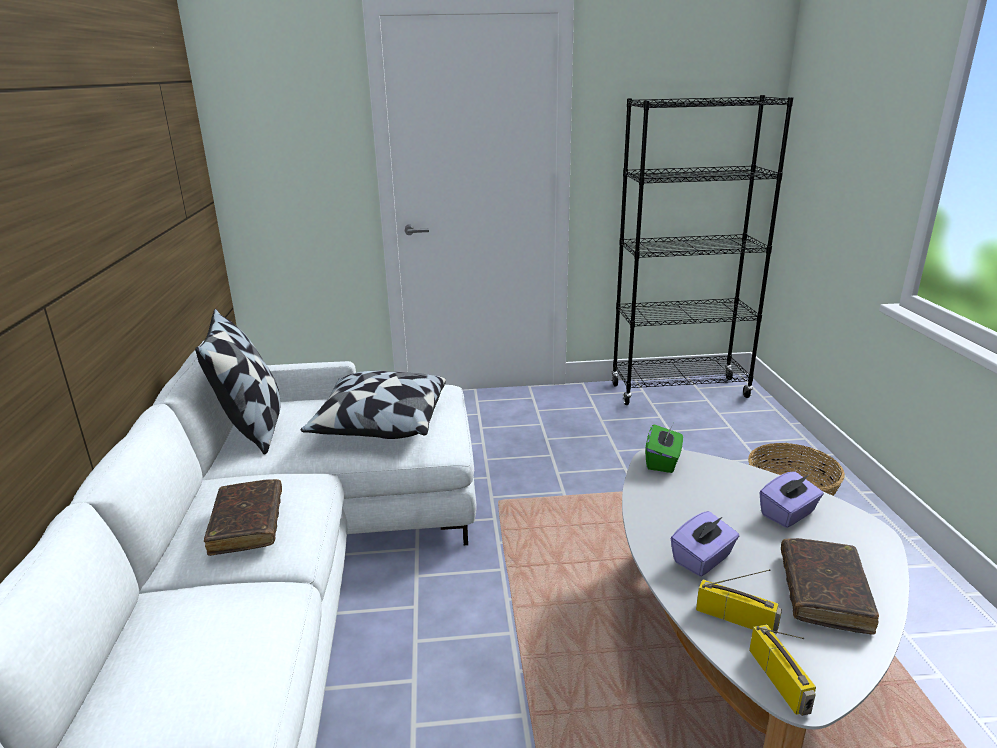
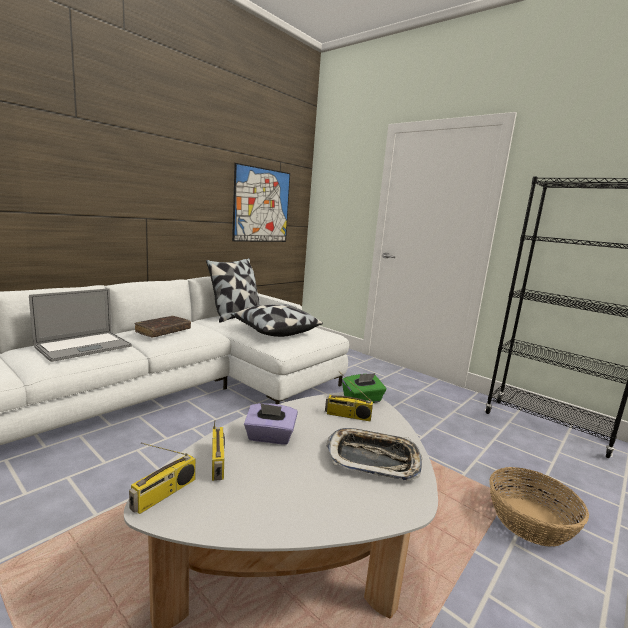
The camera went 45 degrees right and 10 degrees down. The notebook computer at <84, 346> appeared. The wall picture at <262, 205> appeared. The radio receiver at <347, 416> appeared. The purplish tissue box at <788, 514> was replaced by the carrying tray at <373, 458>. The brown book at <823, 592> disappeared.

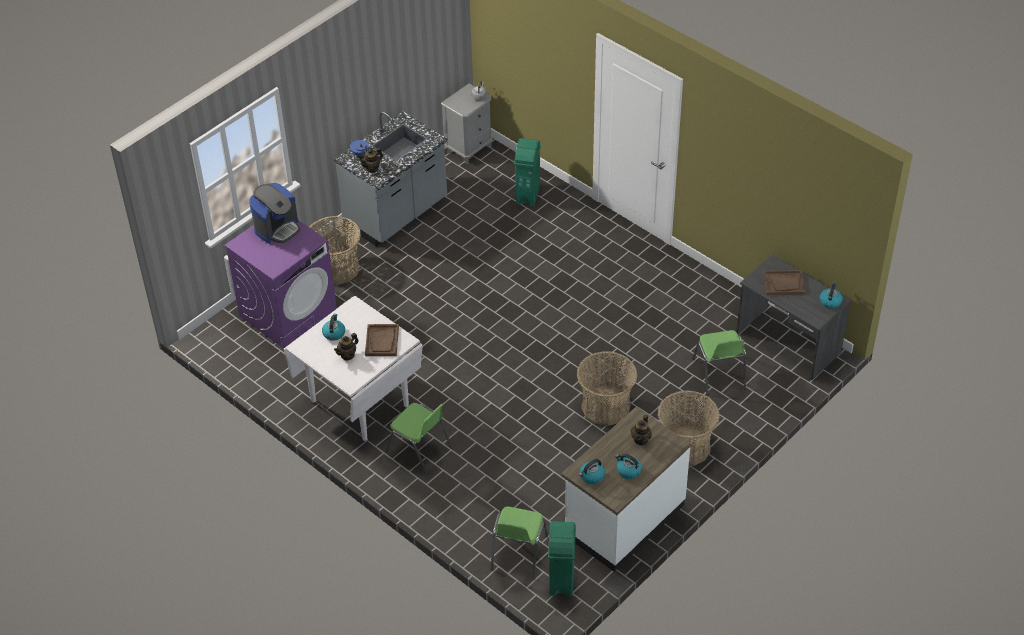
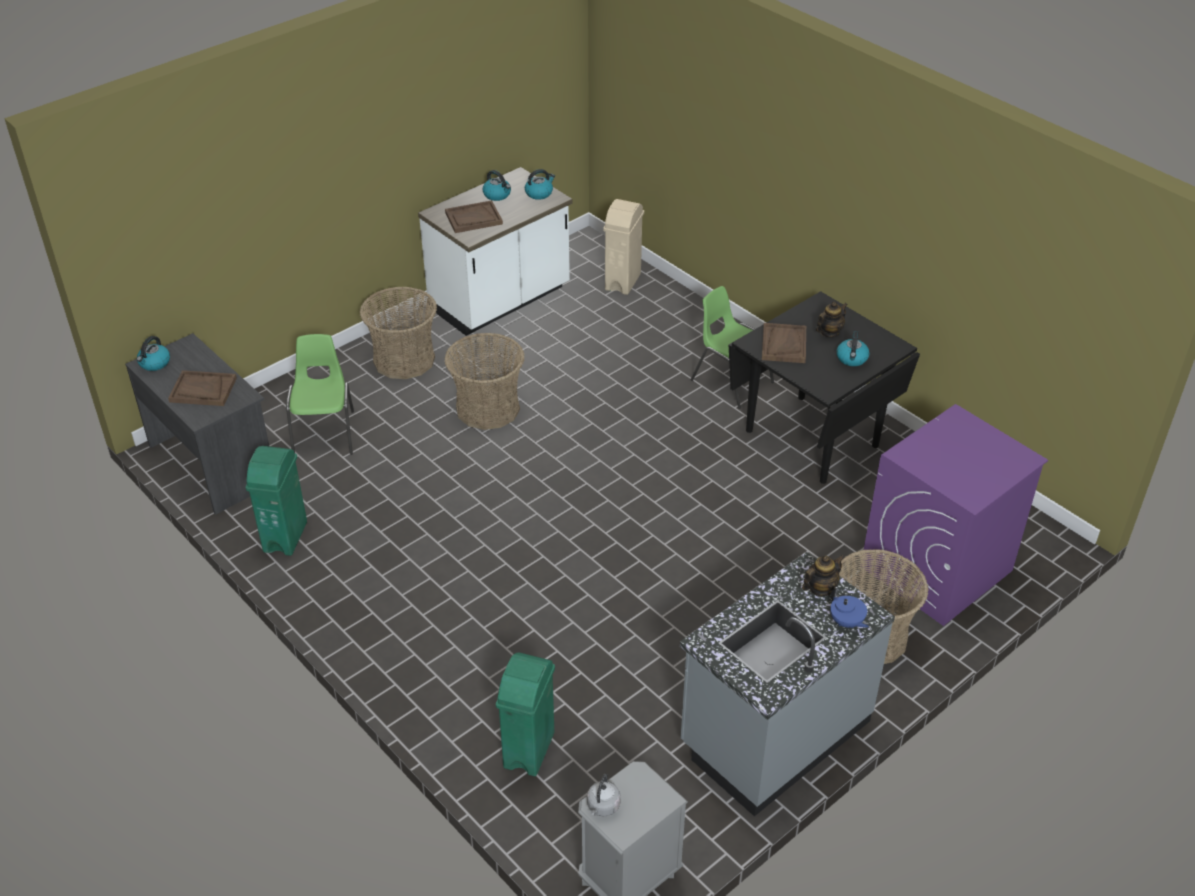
The camera went 175 degrees left and 5 degrees down. The green-coloured waste bin moved from <561, 581> to <286, 536>. The tea pot at <641, 439> was replaced by the brown carrying tray at <473, 218>. The green-coloured chair at <518, 553> was replaced by the beige-coloured waste bin at <623, 281>. The whitish kitchen table at <360, 402> became the black kitchen table at <811, 438>. The coffee maker at <277, 228> disappeared.

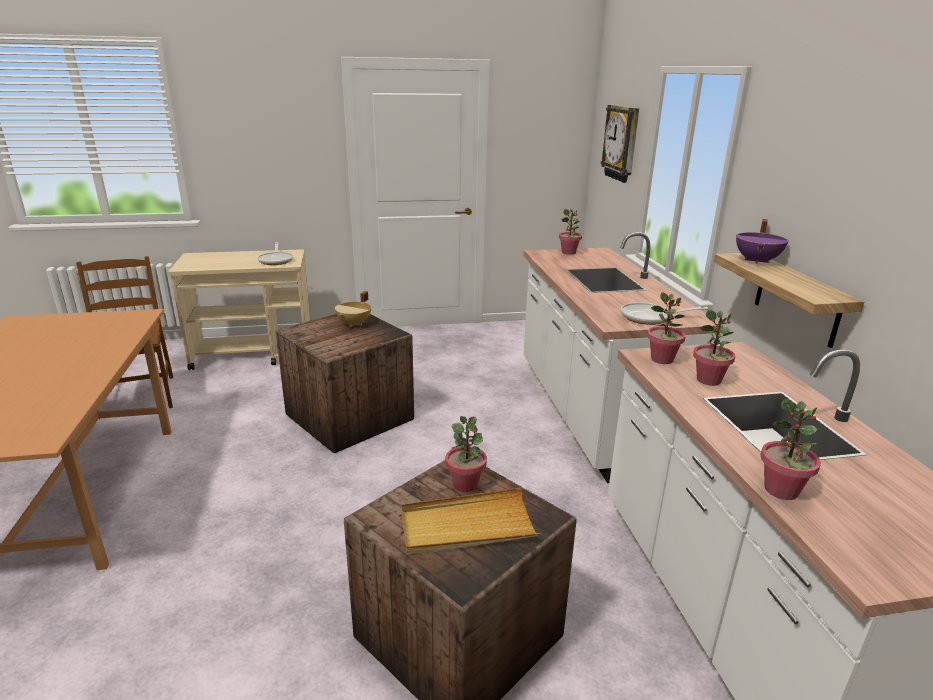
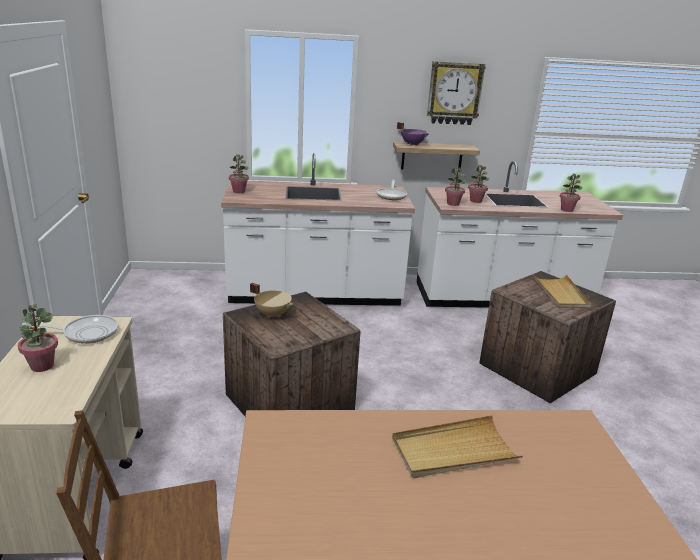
The camera went 85 degrees left and 0 degrees up. The potted plant moved from <465, 484> to <42, 366>. The beige-coloured carrying tray at <453, 451> appeared. The wall clock moved from <622, 143> to <454, 93>.

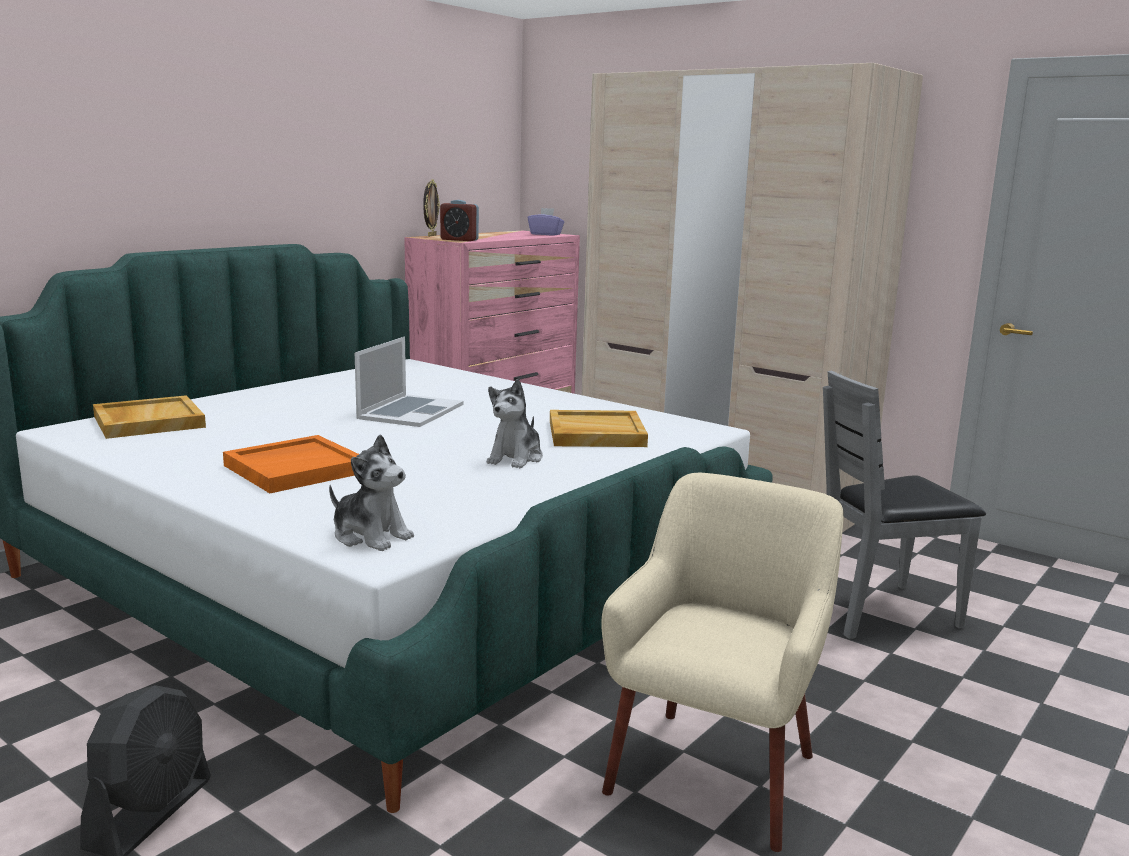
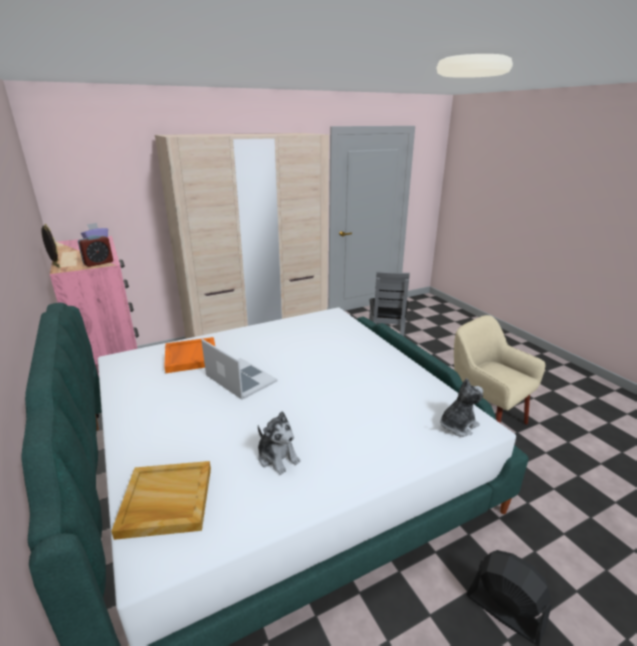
The camera went 65 degrees left and 10 degrees up. The orange-coloured carrying tray moved from <296, 468> to <191, 356>. The plush toy moved from <516, 458> to <277, 457>. The beige-coloured carrying tray at <595, 434> disappeared.

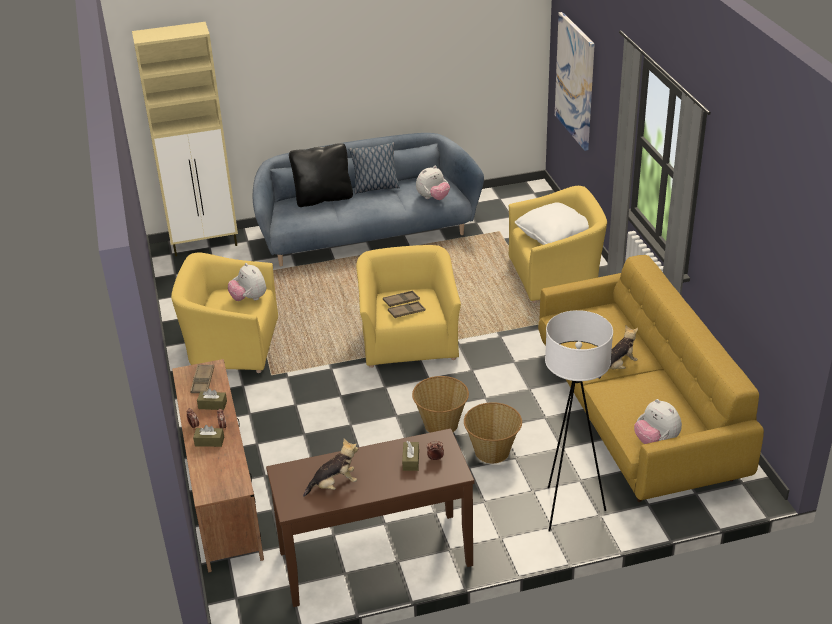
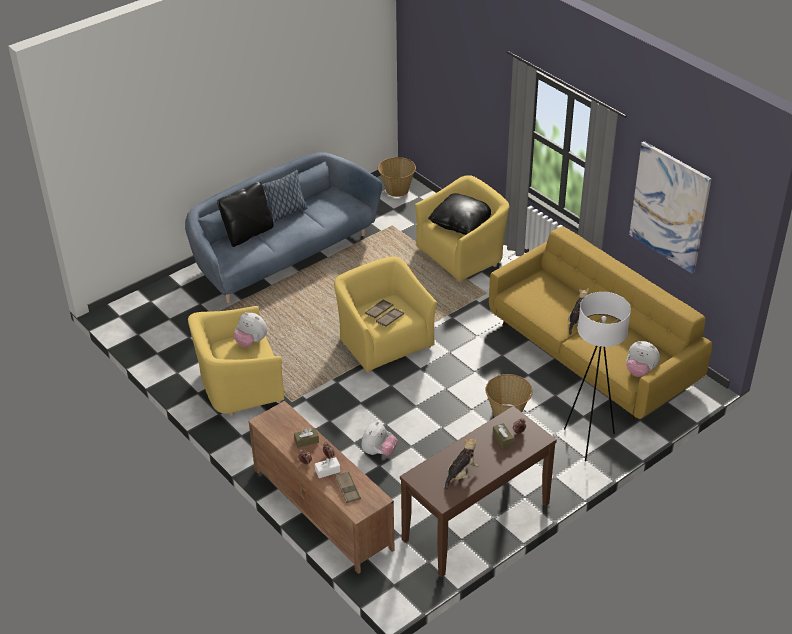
The camera went 25 degrees left and 5 degrees up. The brown tissue box at <209, 441> became the whitish tissue box at <327, 471>. The brown carrying tray moved from <203, 381> to <348, 489>. The plush toy moved from <433, 198> to <378, 452>. The storage basket moved from <441, 424> to <397, 189>. The whitish pillow at <554, 236> became the black pillow at <461, 222>. The wall picture moved from <575, 81> to <669, 207>. The beige-coloured cabinet at <205, 244> disappeared.

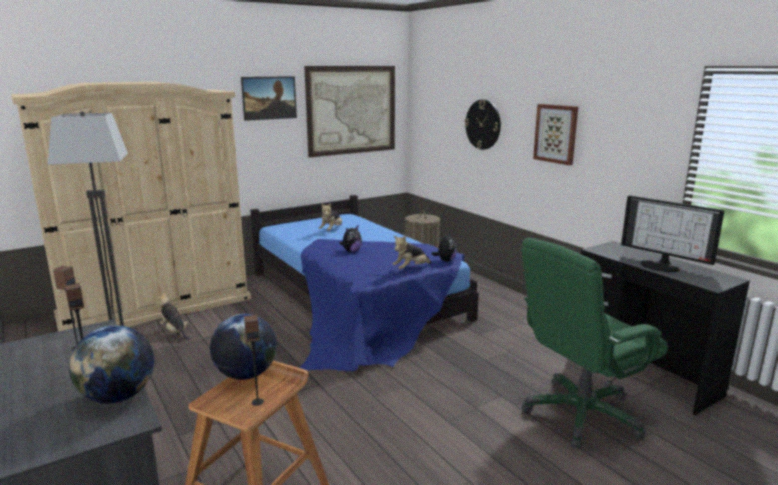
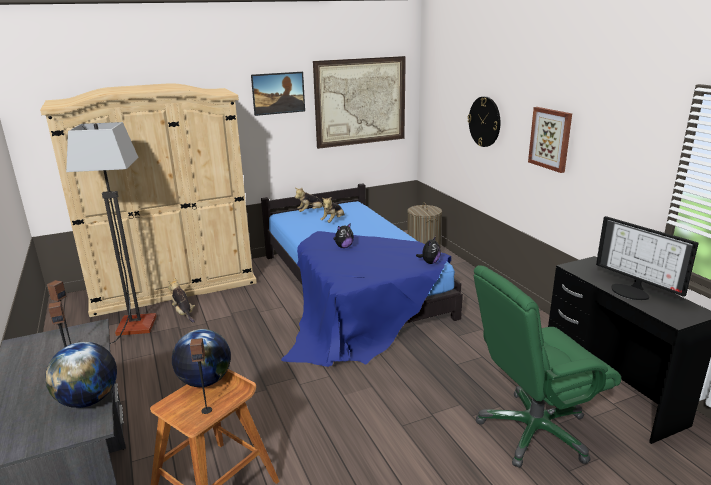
The camera went 10 degrees right and 5 degrees up. The plush toy moved from <411, 269> to <311, 212>.

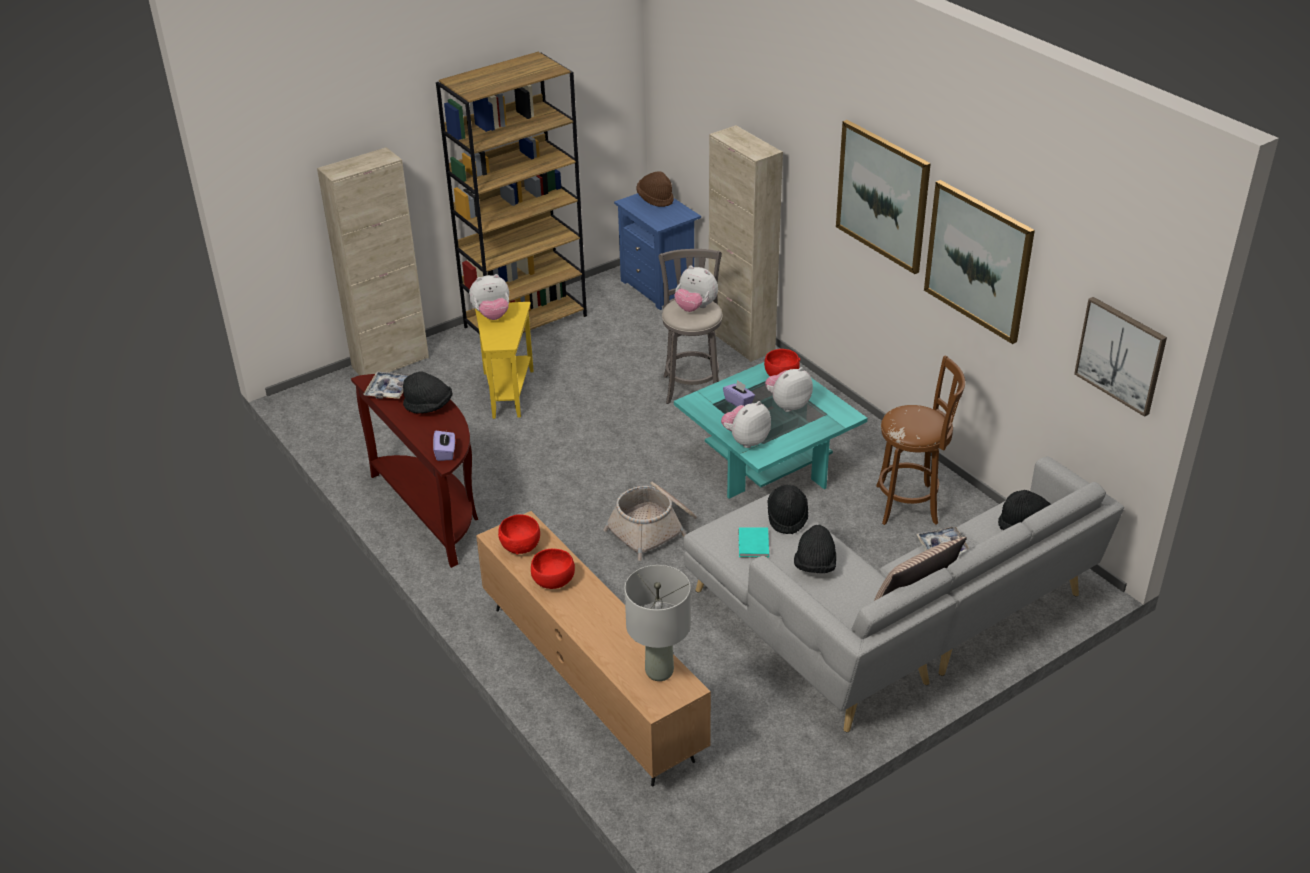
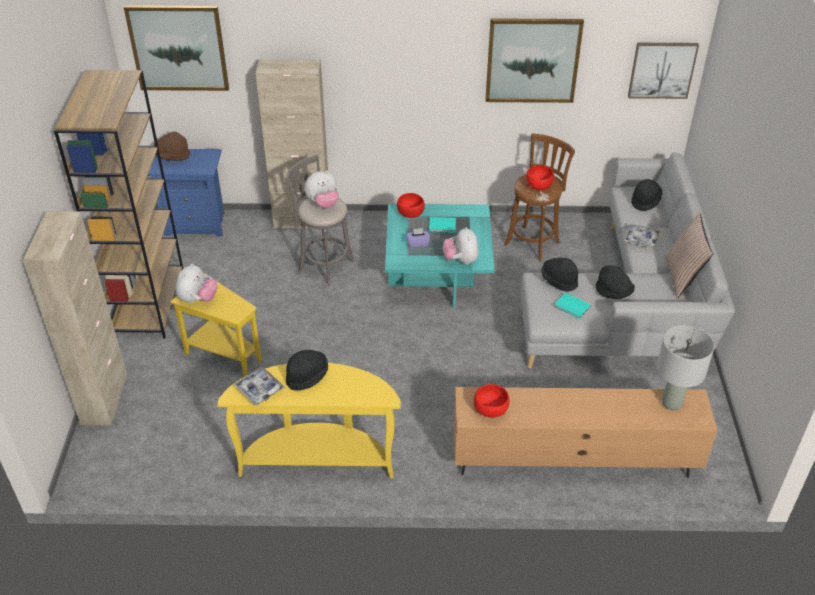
The camera went 55 degrees left and 5 degrees up. The wall picture moved from <883, 195> to <178, 48>. The brown narrow table at <432, 511> became the yellow-coloured narrow table at <318, 459>. The plush toy at <787, 405> was replaced by the blue-green book at <443, 226>. The red serving bowl moved from <554, 581> to <539, 186>. The purplish tissue box at <445, 453> disappeared. The storage basket at <653, 529> disappeared.

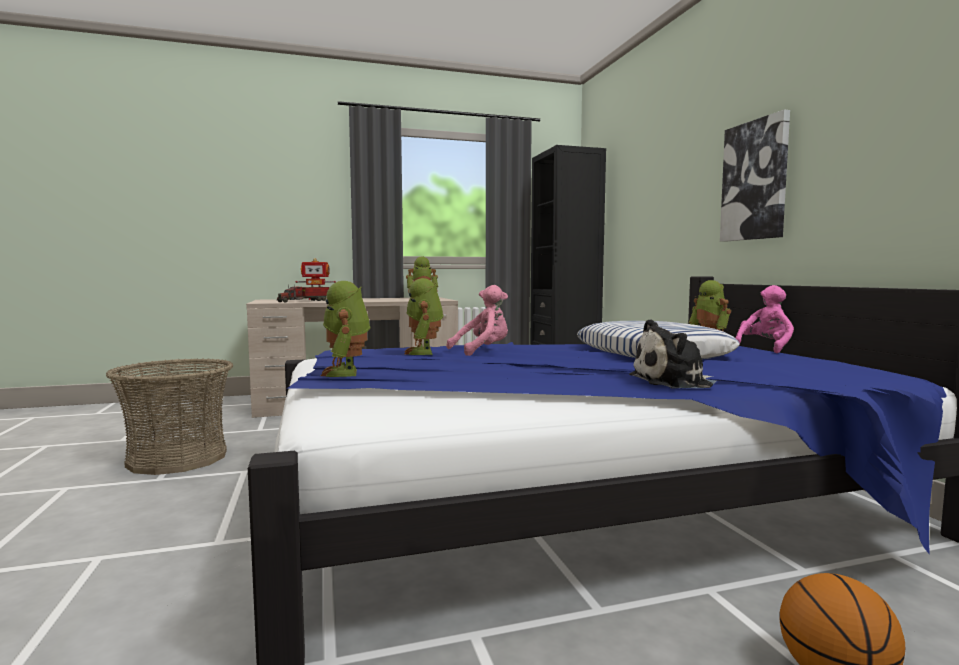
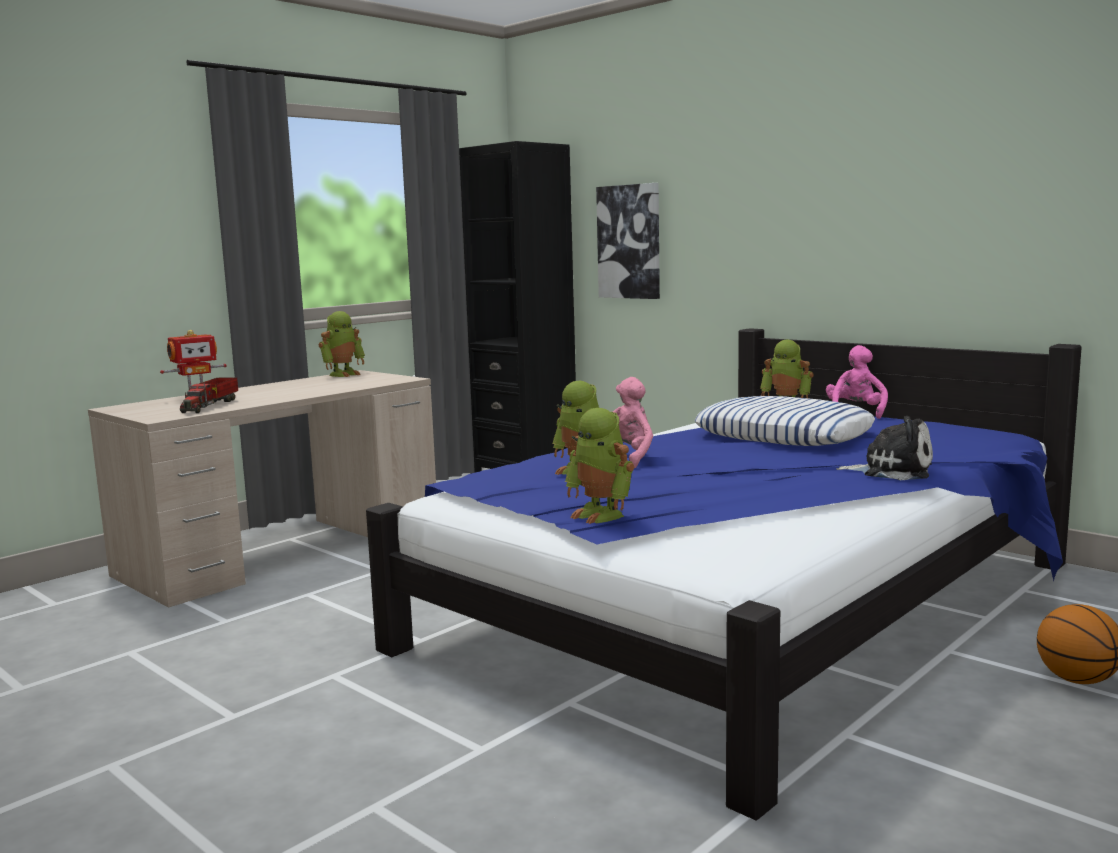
The camera went 30 degrees left and 5 degrees up. The wall picture moved from <755, 180> to <629, 242>. The plush toy at <675, 382> turned 120 degrees counterclockwise. The storage basket at <178, 458> disappeared.

